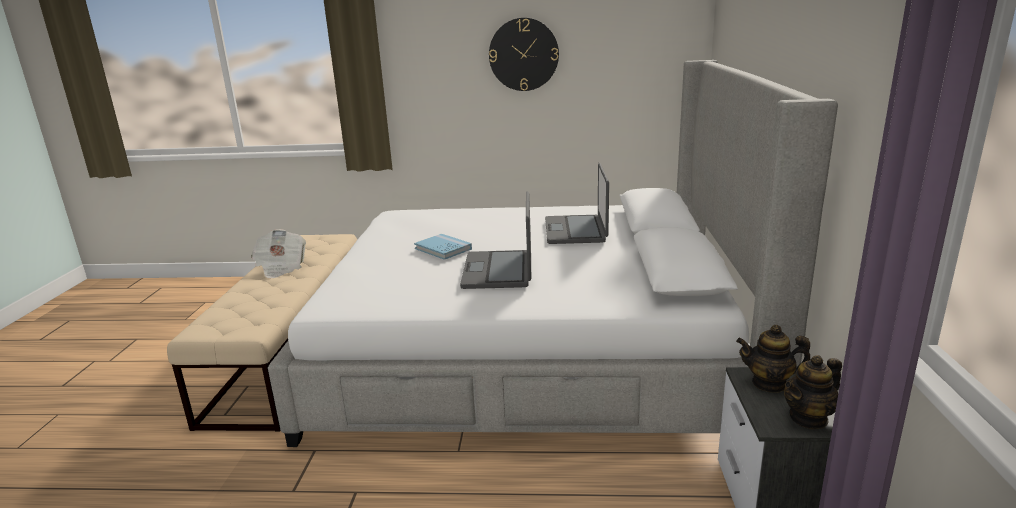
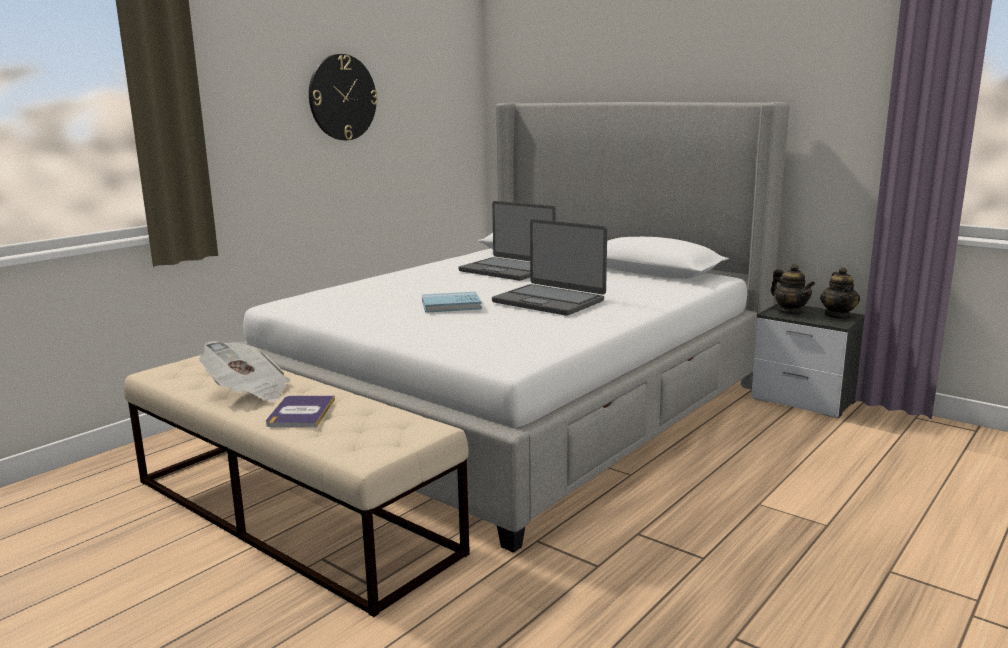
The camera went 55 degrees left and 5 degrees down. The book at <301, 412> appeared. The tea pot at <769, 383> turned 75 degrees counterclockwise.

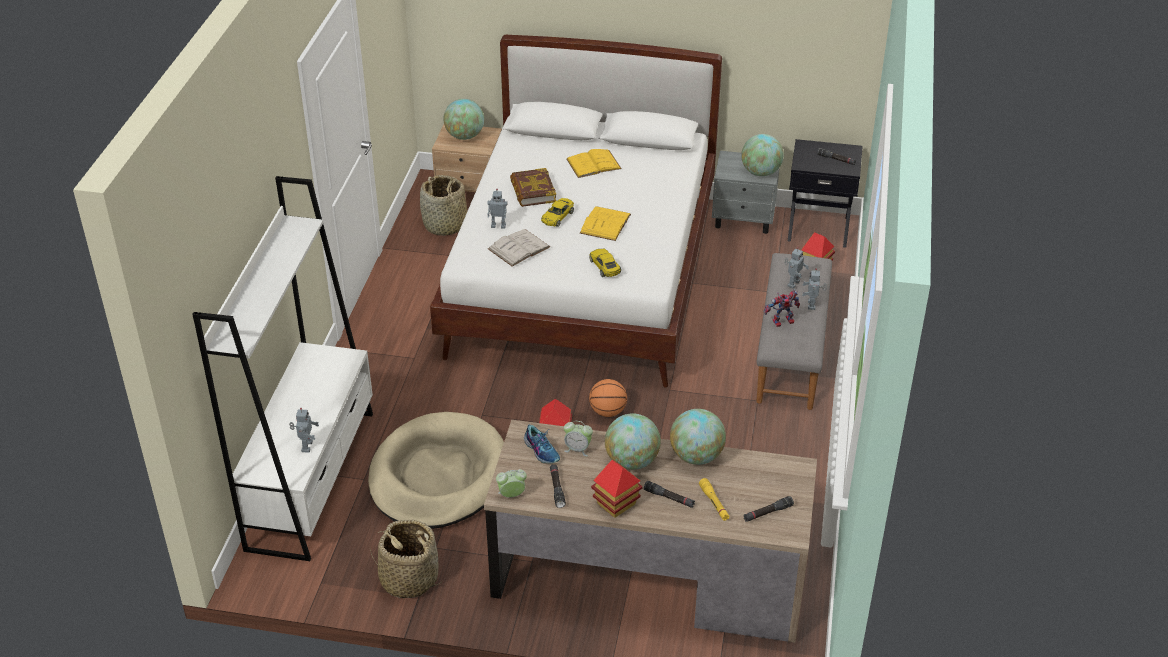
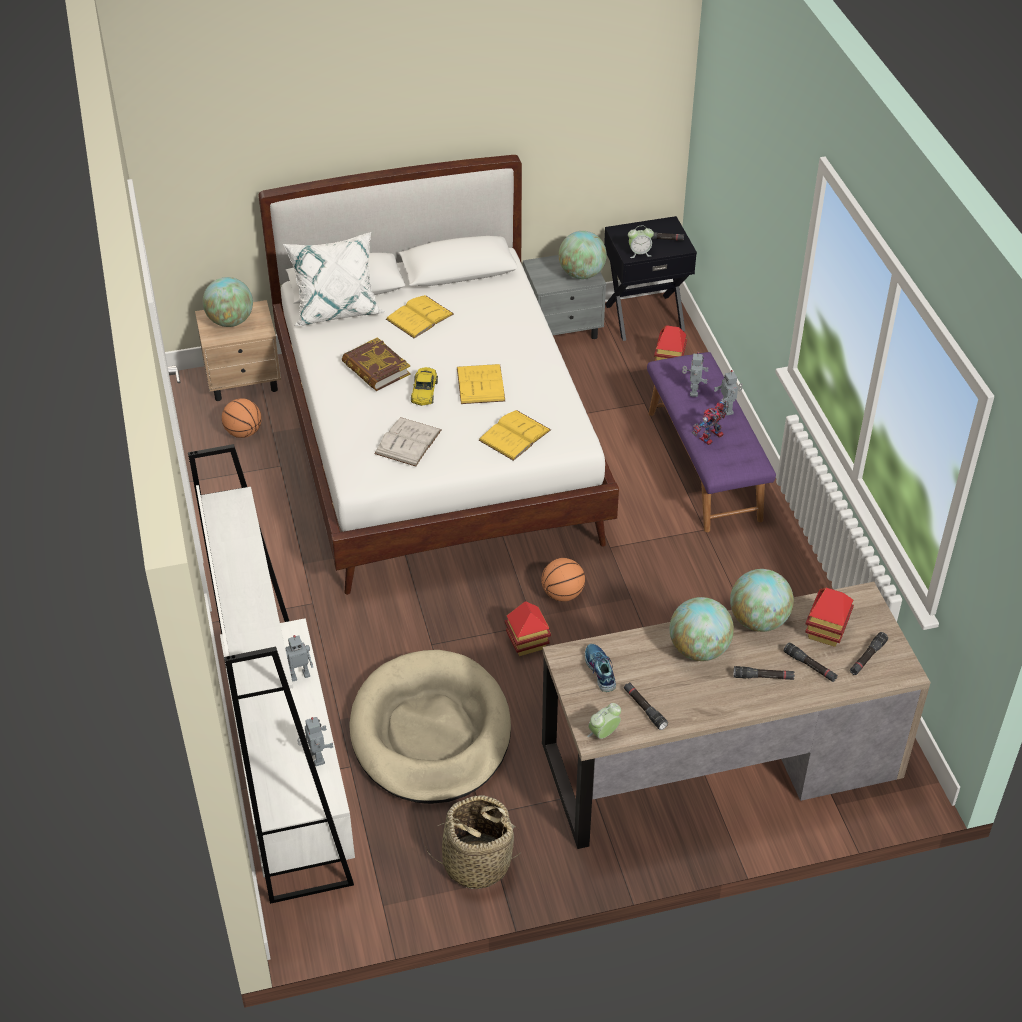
The camera went 25 degrees left and 5 degrees up. The storage basket at <445, 225> was replaced by the ball for basketball at <243, 432>. The whitish pillow at <336, 308> appeared. The model robot moved from <498, 225> to <299, 675>. The yellow-coloured miniature car at <605, 267> was replaced by the yellow-coloured book at <514, 435>. The shoe at <542, 450> turned 135 degrees counterclockwise. The alarm clock moved from <577, 449> to <639, 253>. The greyish bench at <791, 352> became the purplish bench at <705, 465>. The yellow-coloured torch at <714, 503> became the black torch at <810, 666>. The model house moved from <616, 504> to <826, 632>.

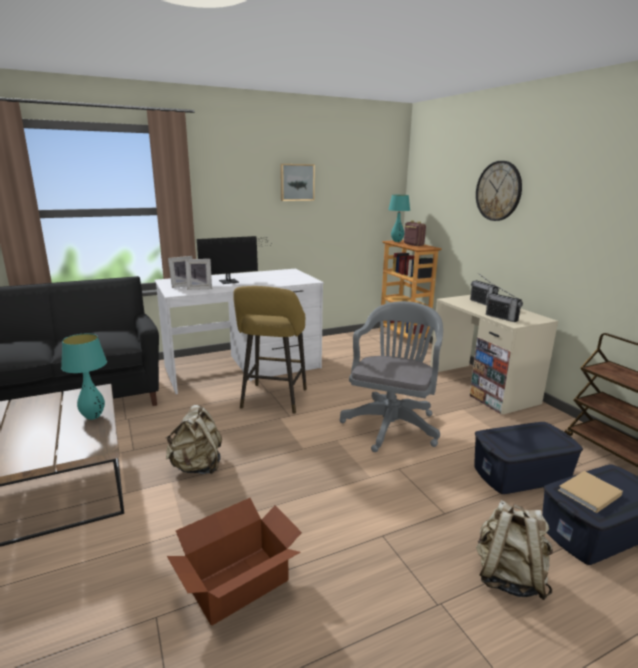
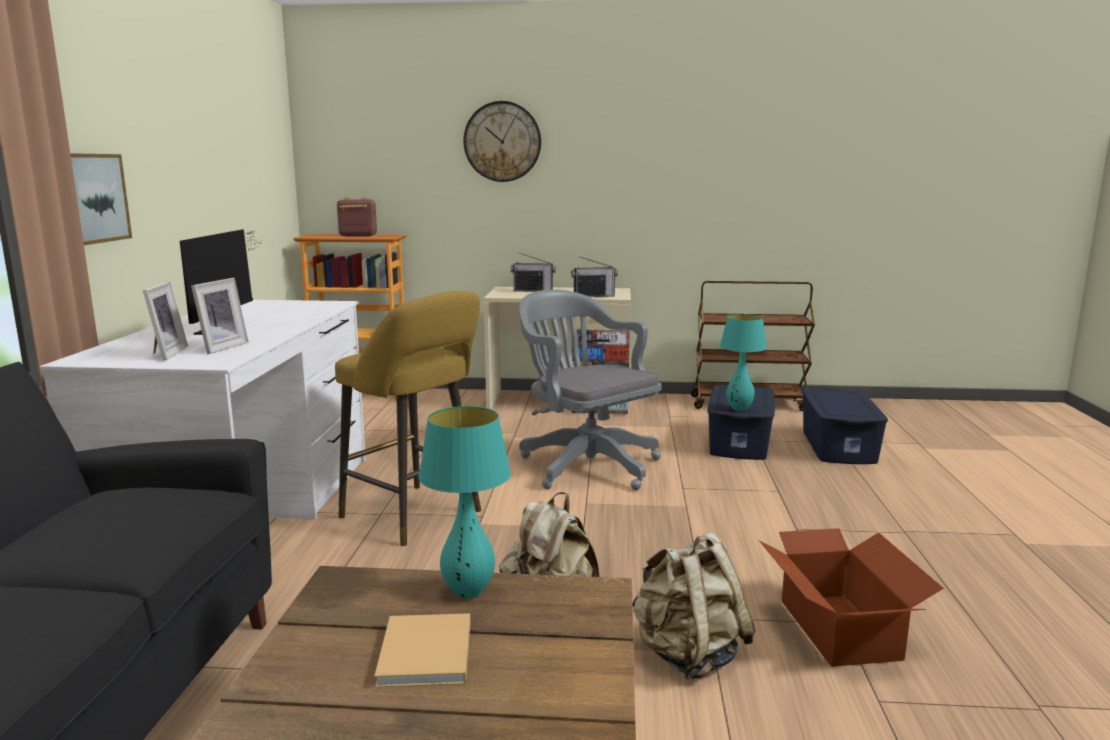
The camera went 60 degrees left and 5 degrees down. The wall picture moved from <296, 182> to <90, 198>. The beige-coloured book moved from <588, 493> to <425, 656>. The beige-coloured knapsack moved from <508, 576> to <688, 655>. The blue-green lamp for a table moved from <396, 241> to <739, 409>.

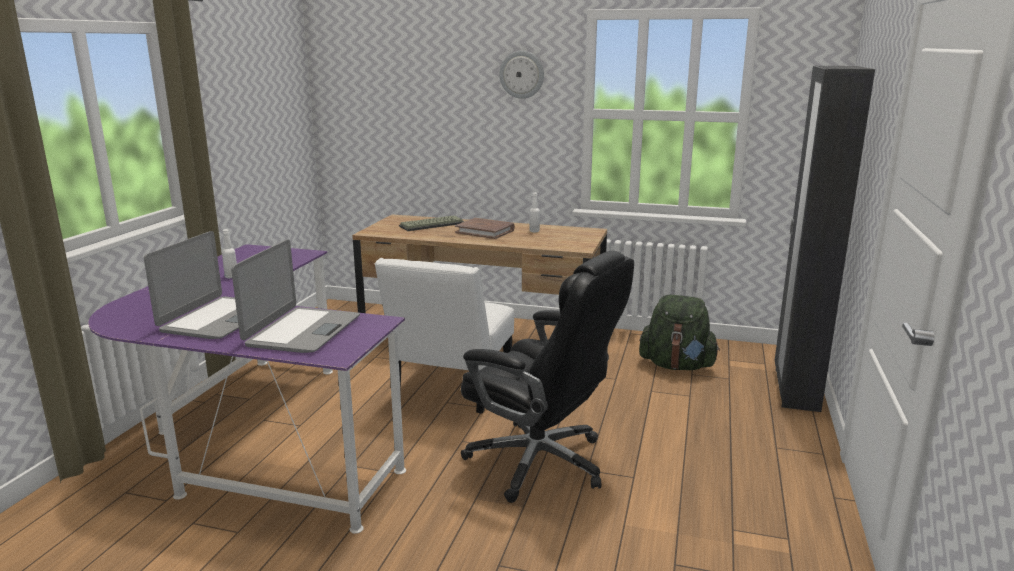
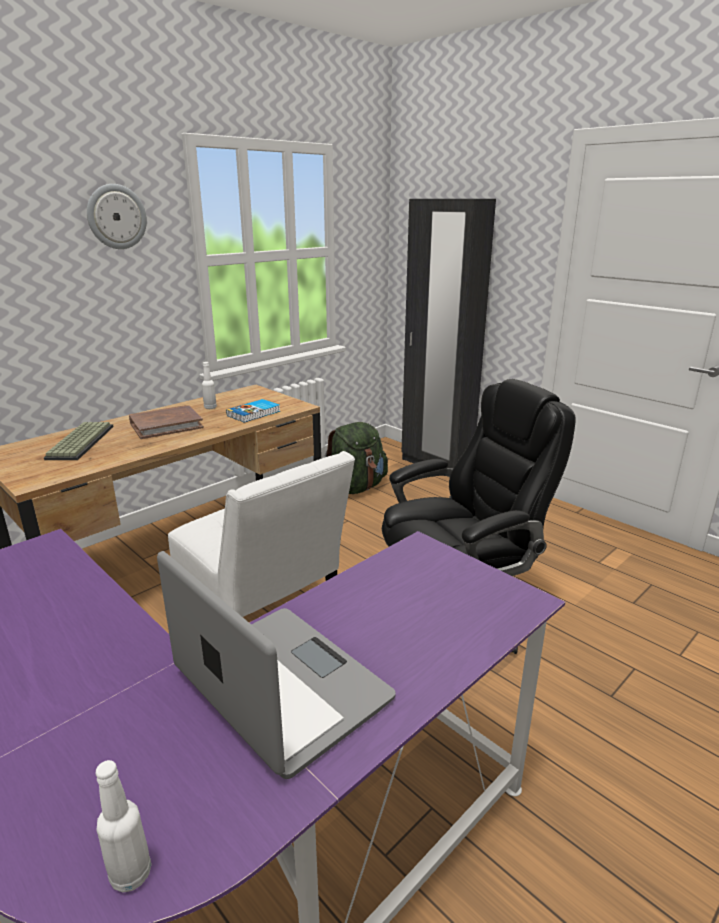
The camera went 60 degrees left and 5 degrees up. The whitish bottle moved from <231, 276> to <131, 874>. The book at <254, 413> appeared. The notebook computer at <302, 331> disappeared.

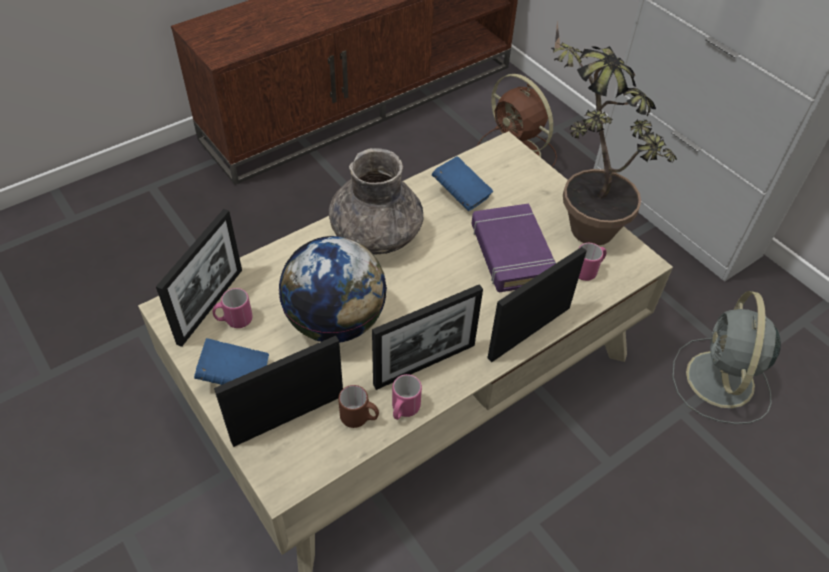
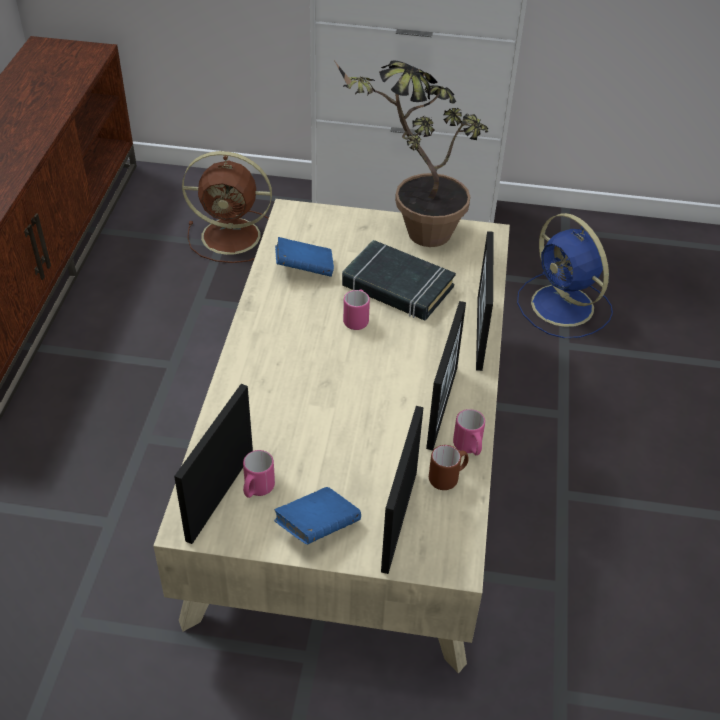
The camera went 45 degrees left and 5 degrees down. The photo frame at <210, 306> turned 135 degrees counterclockwise. The purplish book at <511, 253> became the black book at <397, 287>. The pinkish mug moved from <588, 270> to <357, 319>. The greyish cooling fan at <720, 382> became the bluish cooling fan at <564, 307>. The globe at <335, 322> disappeared. The greyish decorative vase at <376, 235> disappeared.

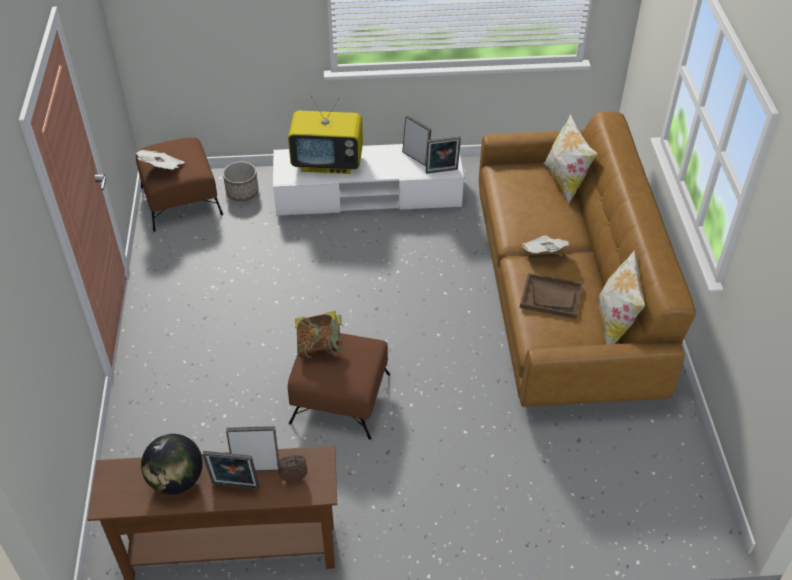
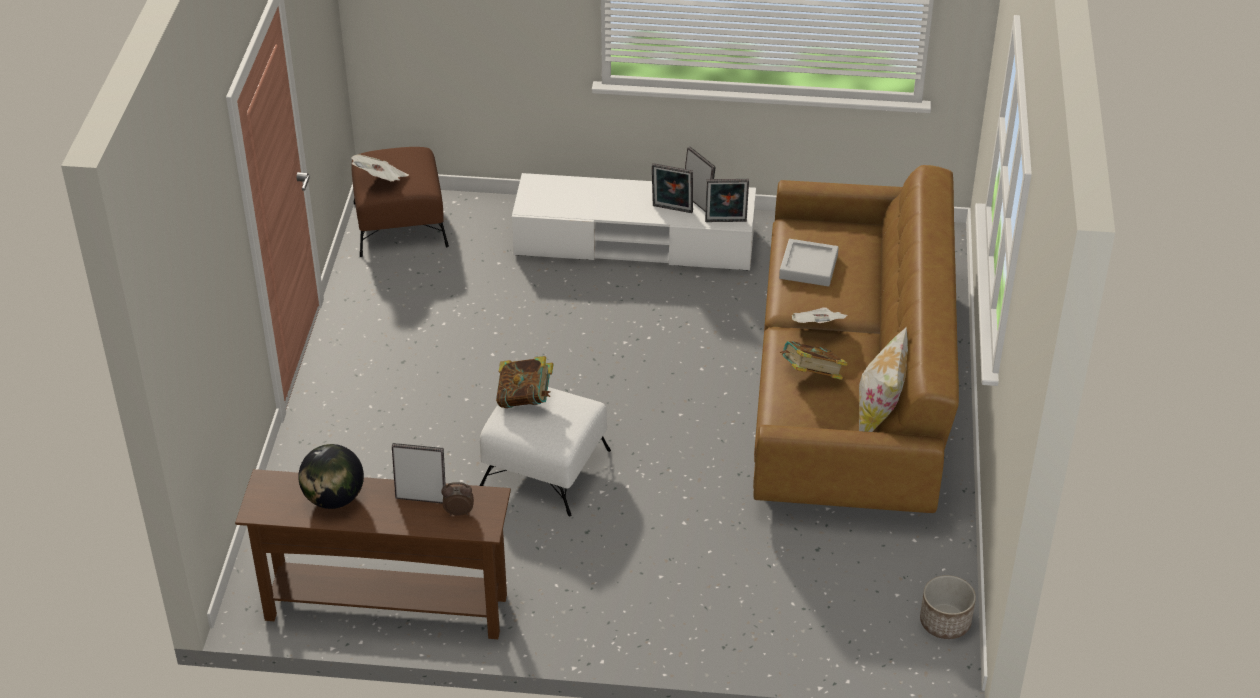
The camera went 10 degrees right and 5 degrees down. The brown ottoman at <341, 398> became the whitish ottoman at <546, 469>. The photo frame moved from <235, 488> to <672, 210>. The greyish carrying tray at <808, 267> appeared. The brown carrying tray at <551, 297> was replaced by the book at <811, 376>. The flower pot moved from <242, 192> to <945, 622>. The TV at <328, 162> disappeared. The pillow at <565, 182> disappeared.

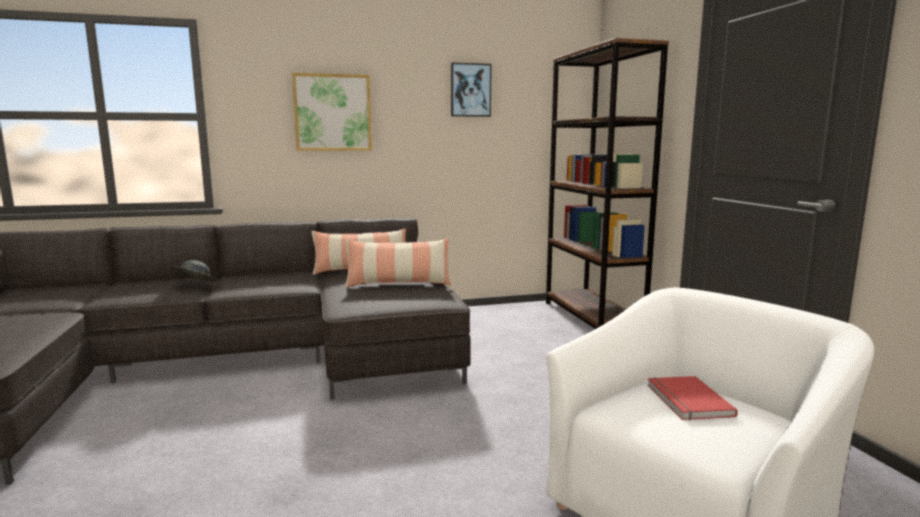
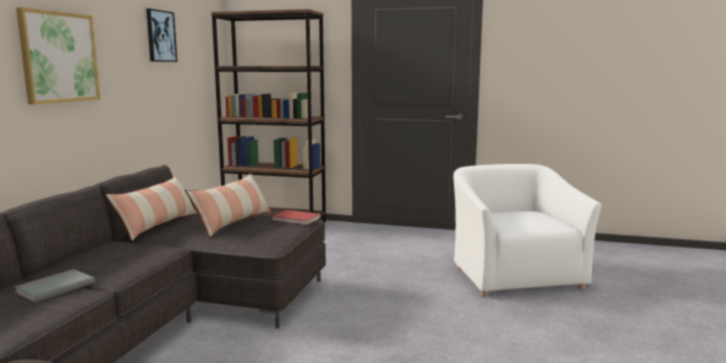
The camera went 60 degrees left and 0 degrees up. The greyish clothing hat at <194, 285> was replaced by the greyish book at <54, 287>. The red book moved from <686, 401> to <296, 219>.

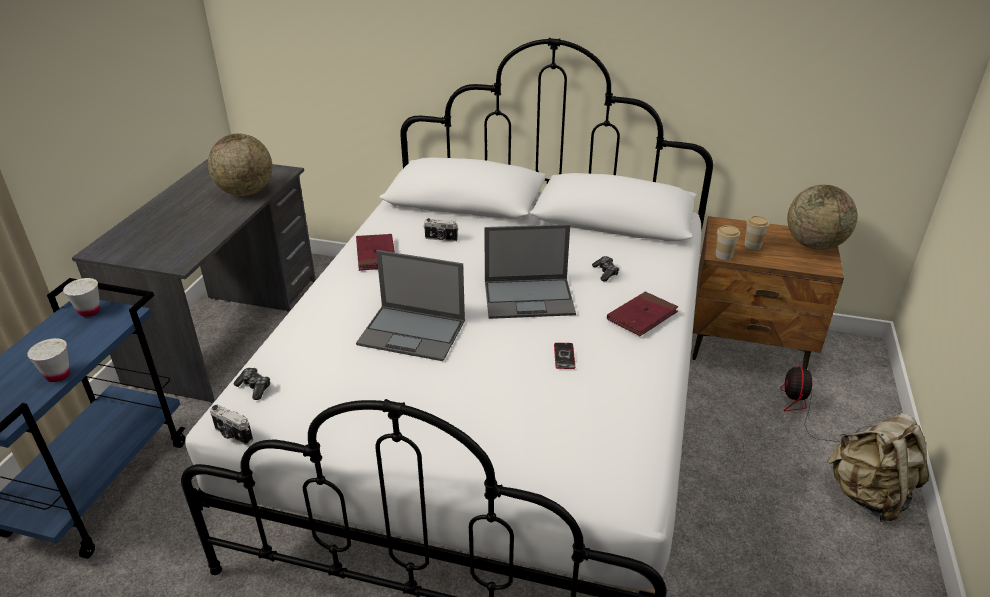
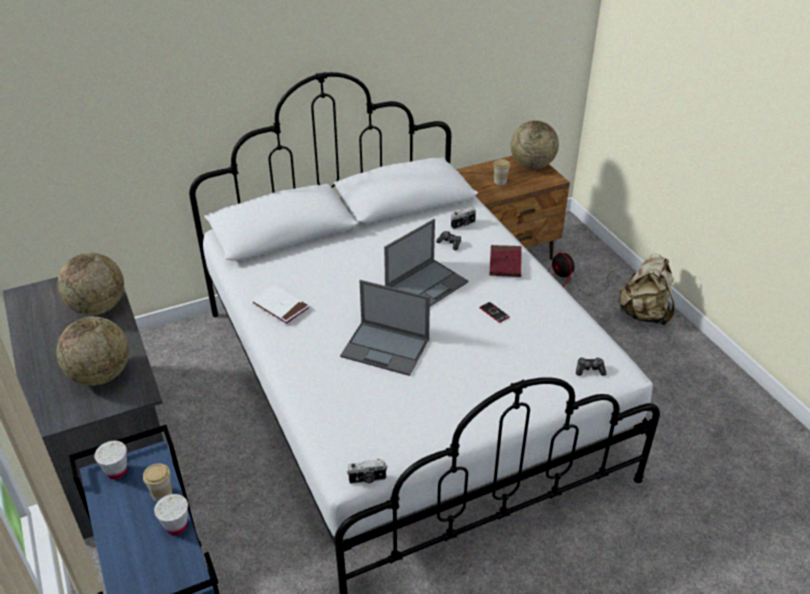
The camera went 40 degrees left and 5 degrees up. The globe at <101, 375> appeared. The small cup moved from <724, 255> to <162, 494>. The red book at <376, 255> became the whitish book at <280, 307>. The notebook computer at <413, 333> turned 45 degrees clockwise. The photo camera moved from <441, 239> to <463, 225>. The game controller moved from <254, 387> to <589, 370>.

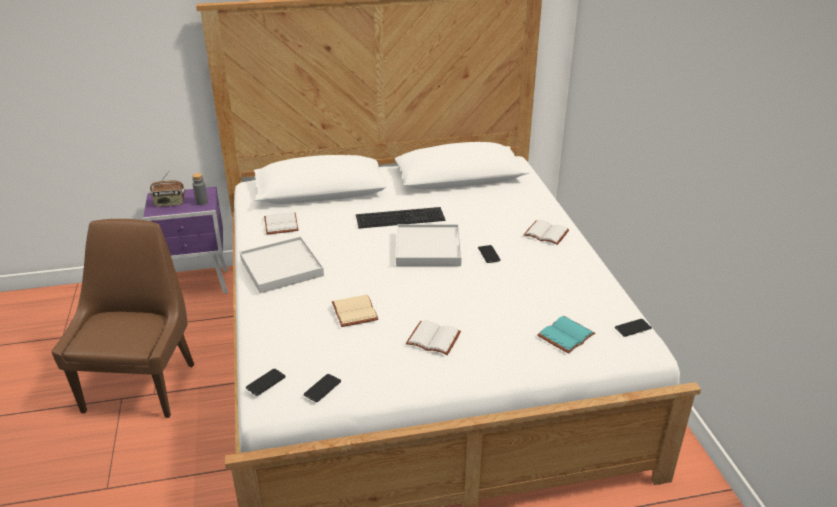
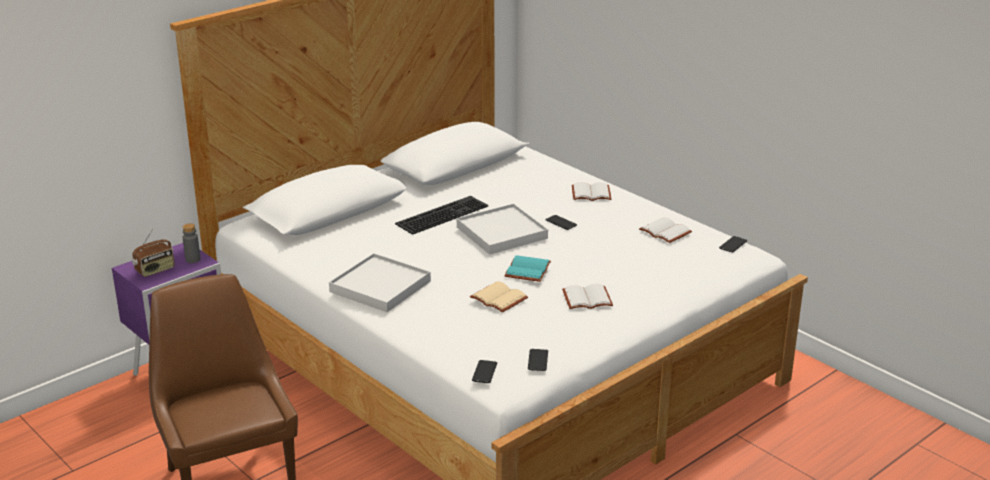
The camera went 30 degrees left and 5 degrees down. The blue-green book moved from <565, 334> to <526, 269>. The whitish book moved from <280, 224> to <663, 232>.

